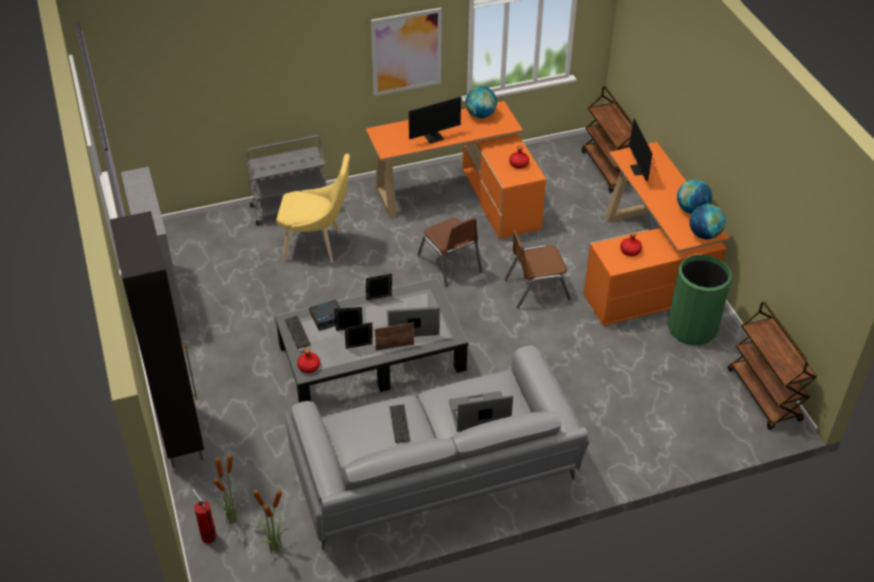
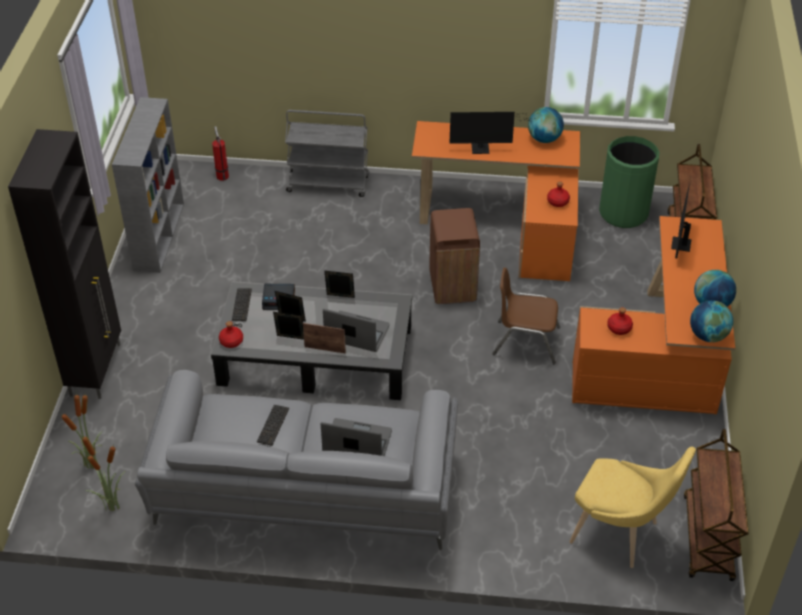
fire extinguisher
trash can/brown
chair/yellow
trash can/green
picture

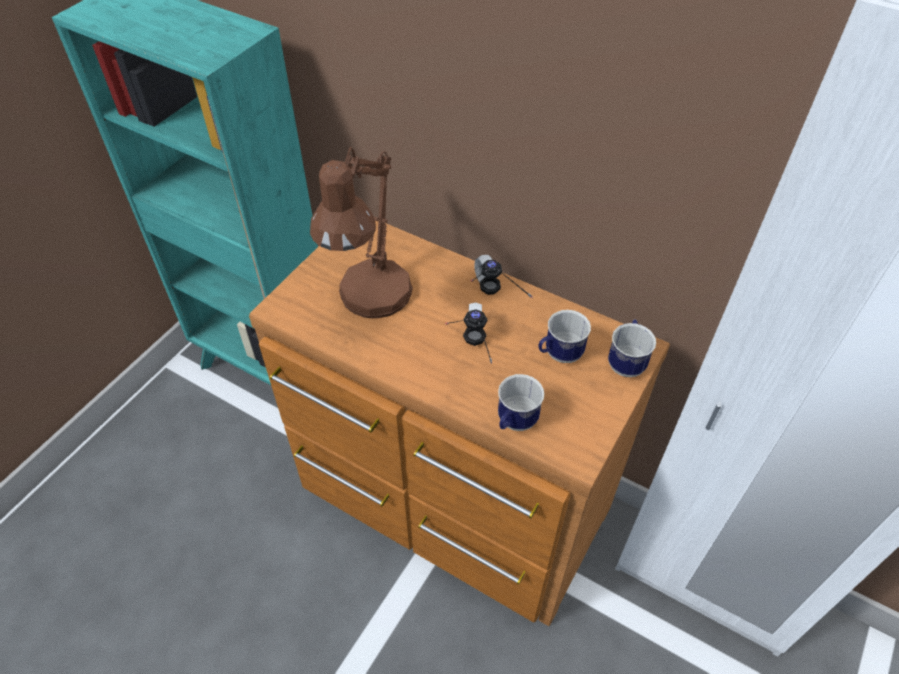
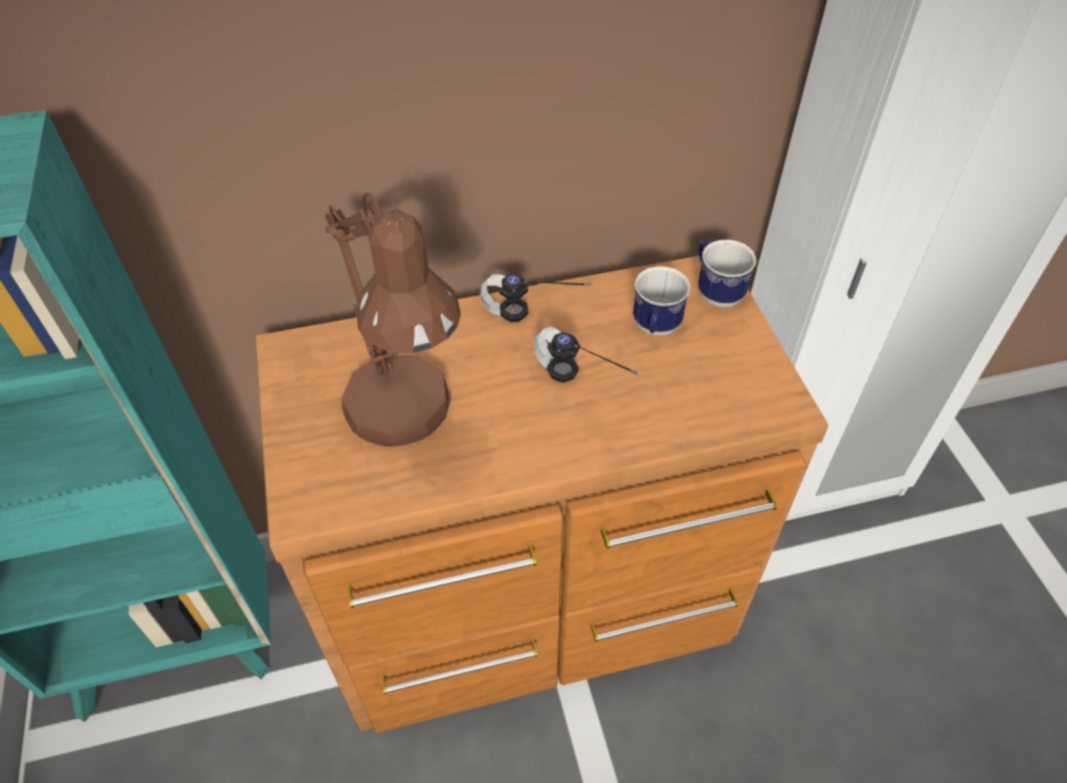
mug (no. 1 from left in the first image)

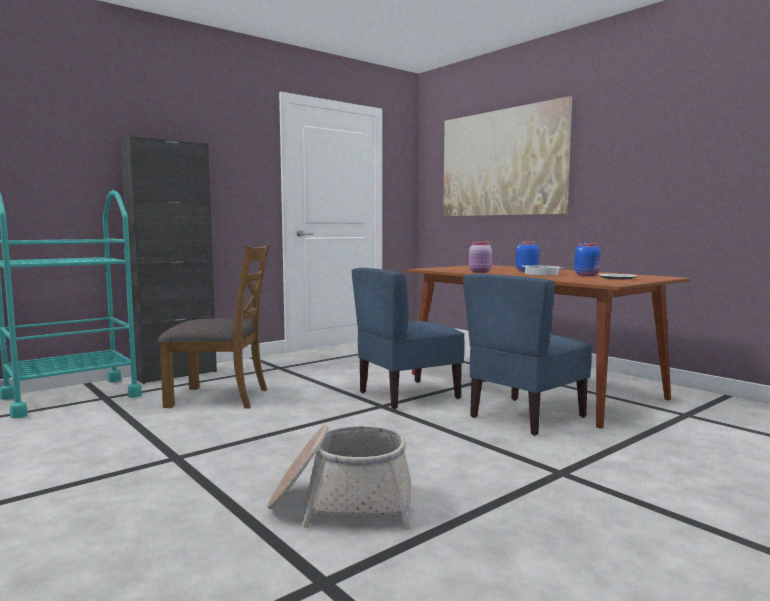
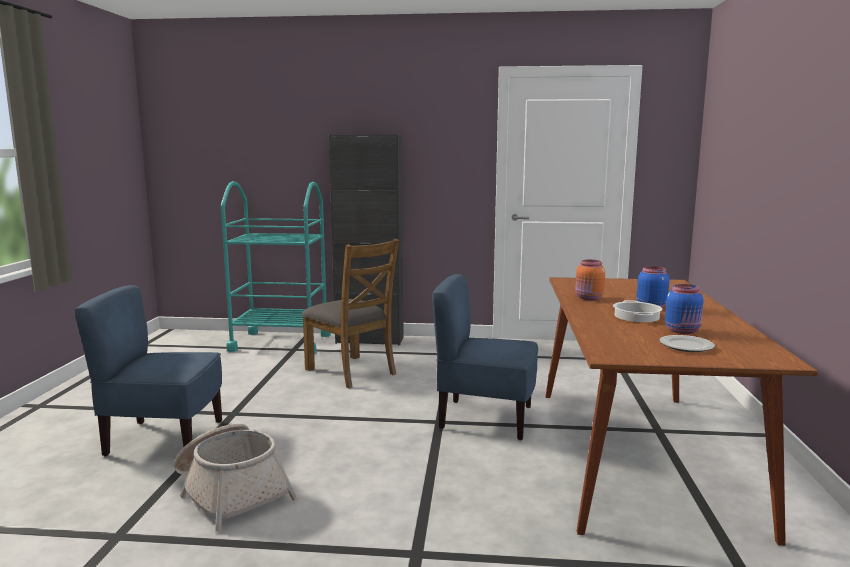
chair/blue (no. 1 from left)
jar/orange
picture

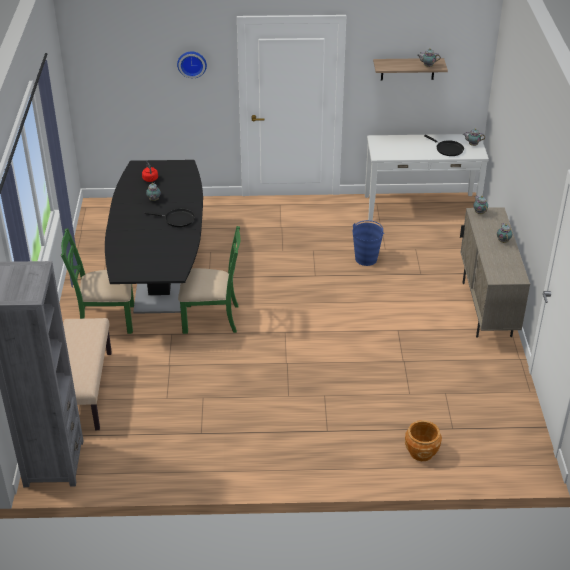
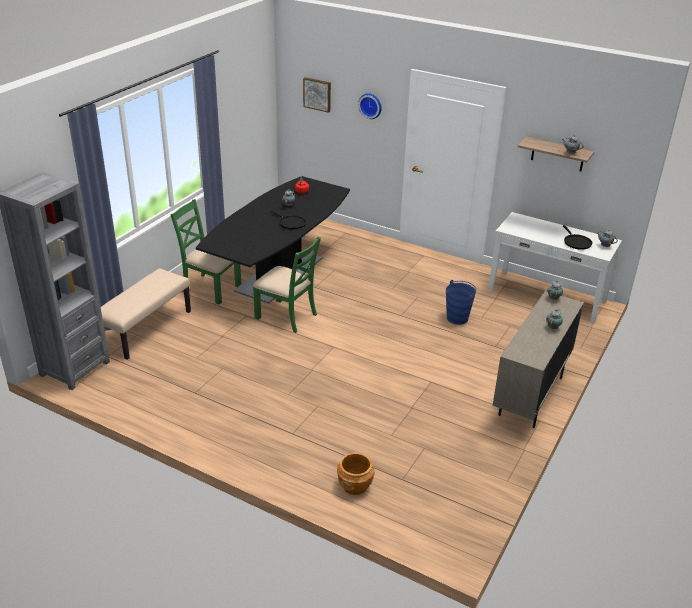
picture

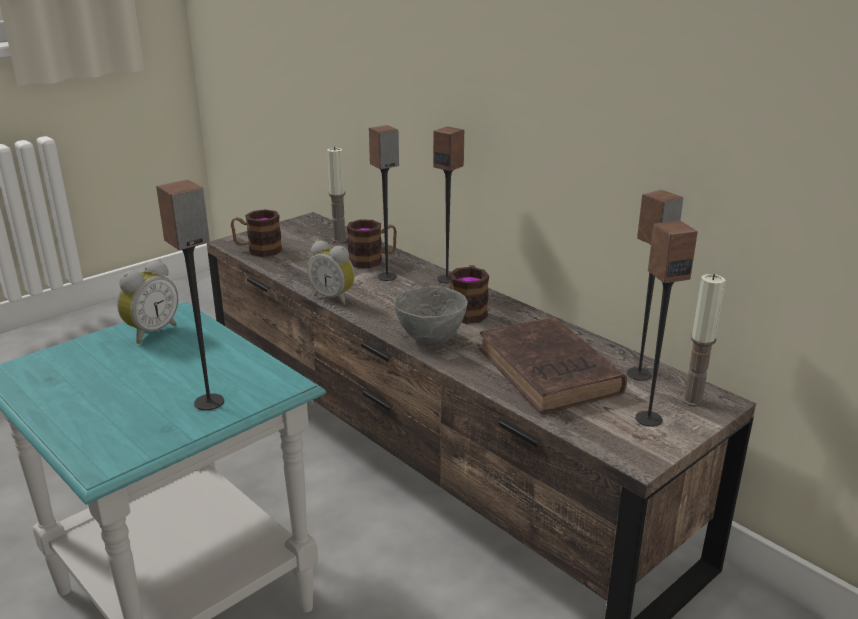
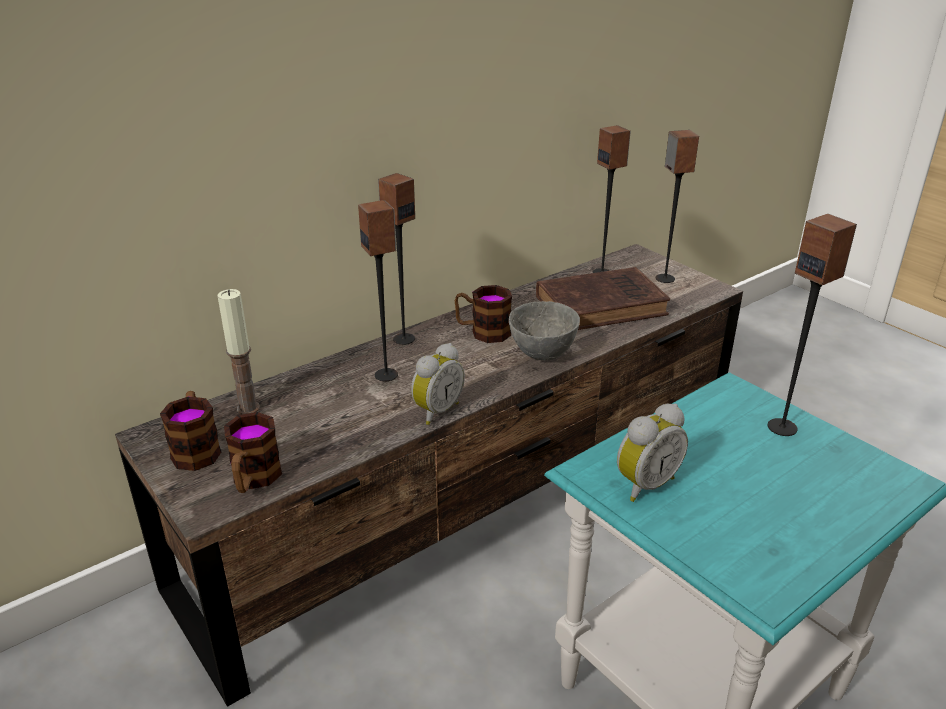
mug (no. 1 from left)
alarm clock (no. 2 from left)
candle (no. 2 from left in the first image)

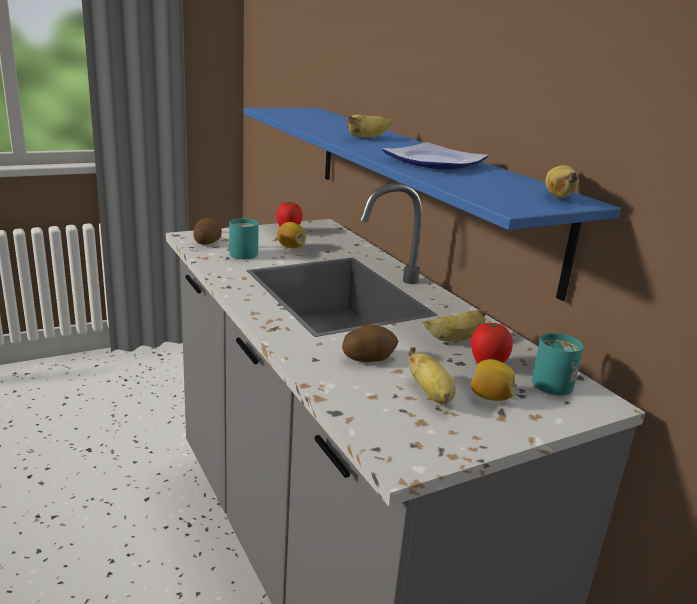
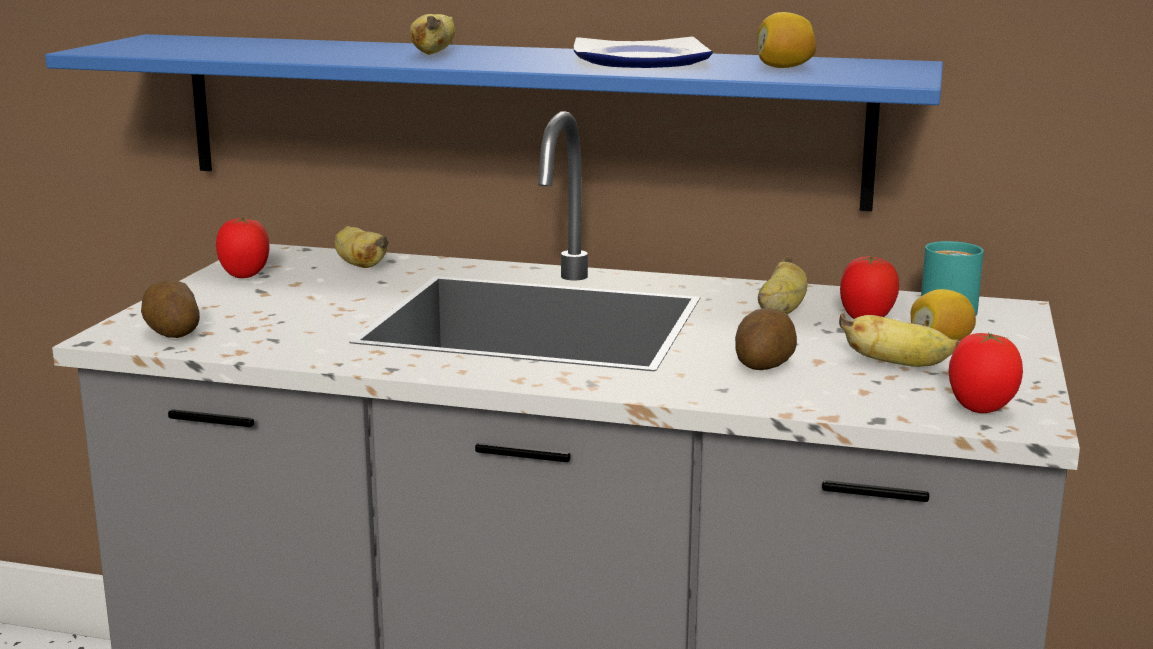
banana (no. 1 from left)
lemon (no. 1 from left)
tomato (no. 3 from left)
mug/turquoise (no. 1 from left in the first image)

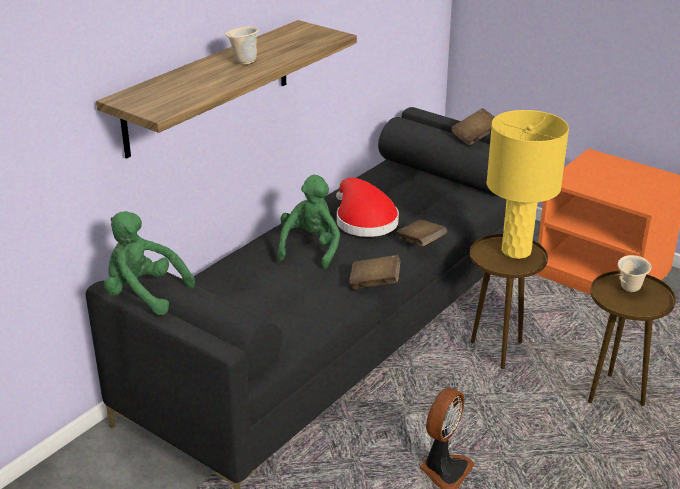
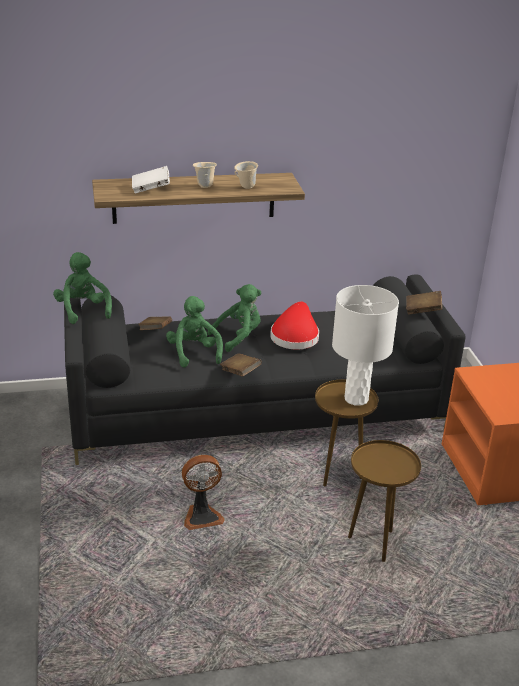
book/white
book/brown (no. 1 from left)
plush toy/green (no. 2 from left)
mug/beige (no. 2 from left)
table lamp/white

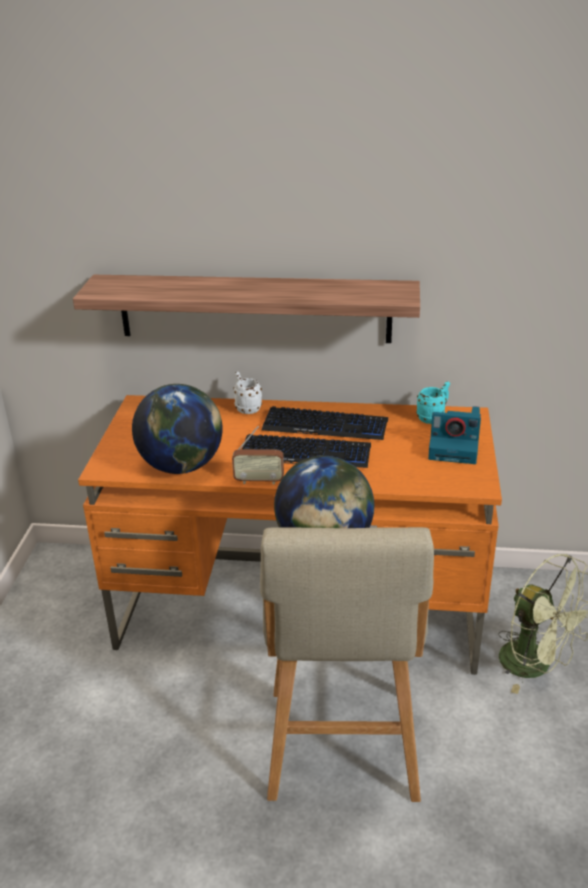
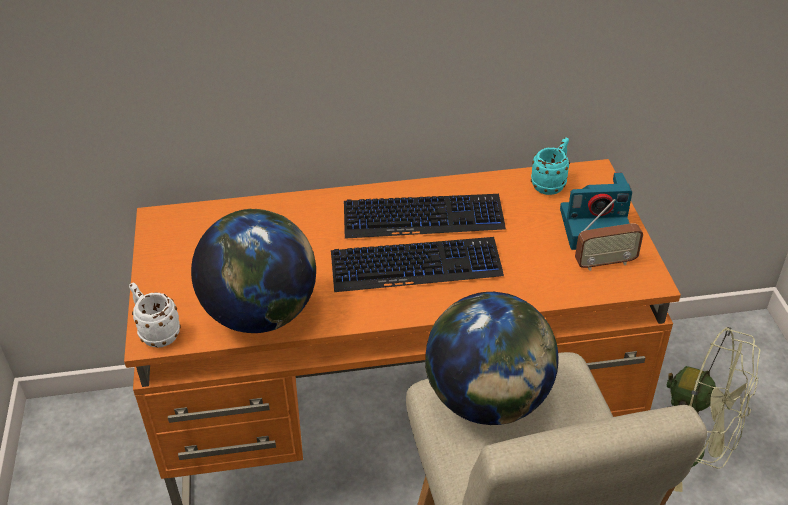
mug/white
radio
shelf

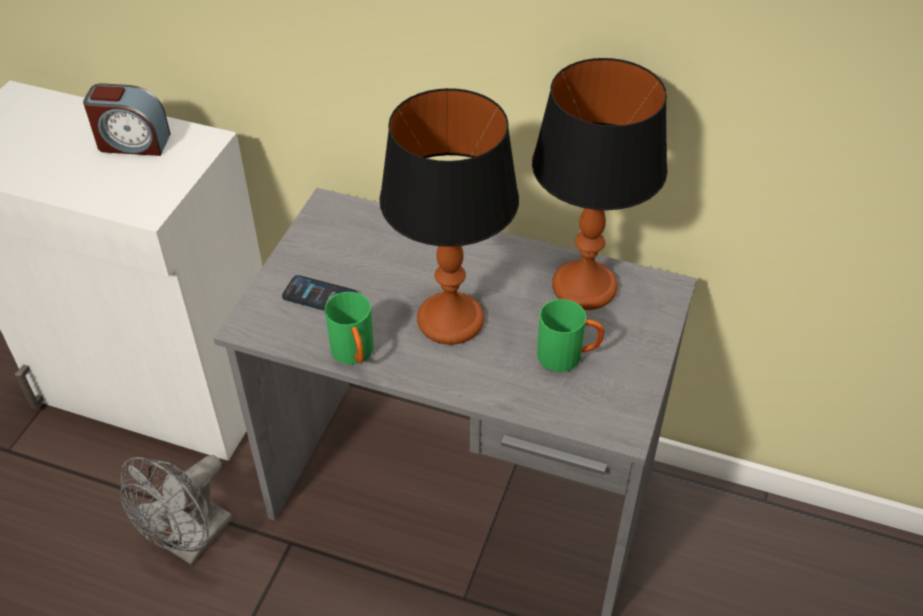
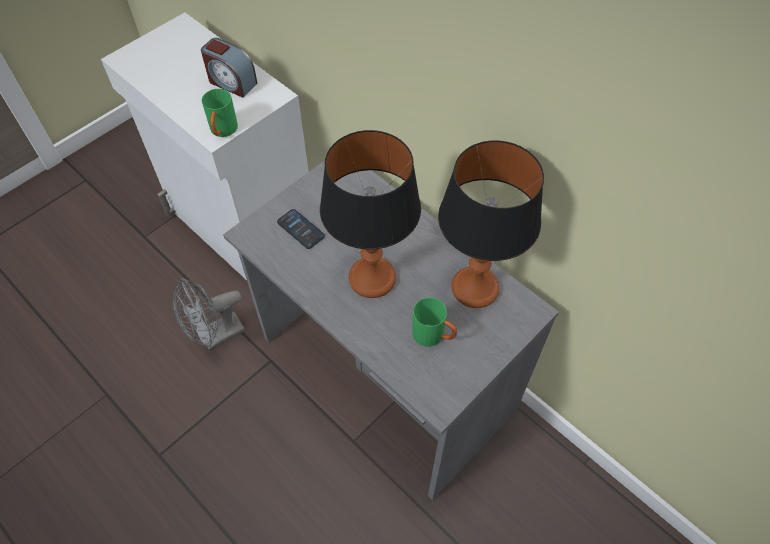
mug/green (no. 1 from left)

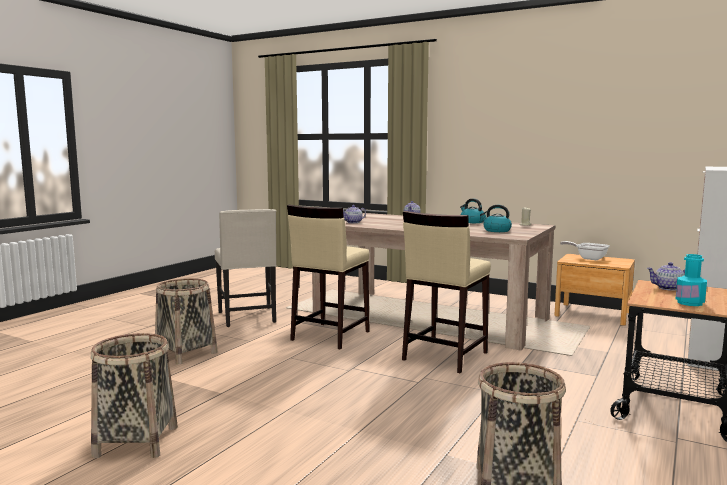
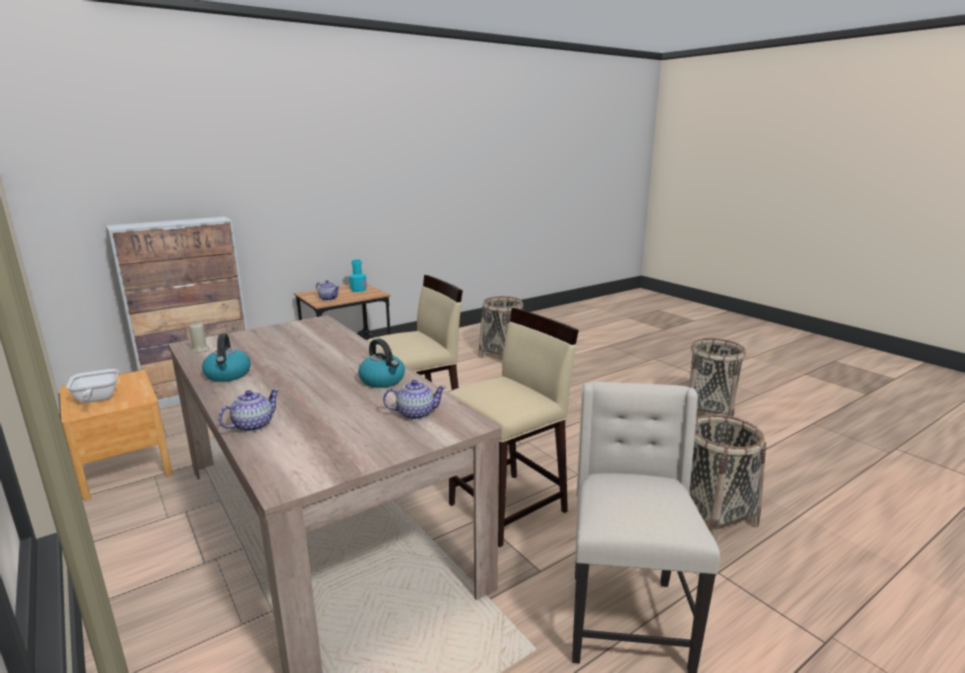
kettle (no. 2 from left)

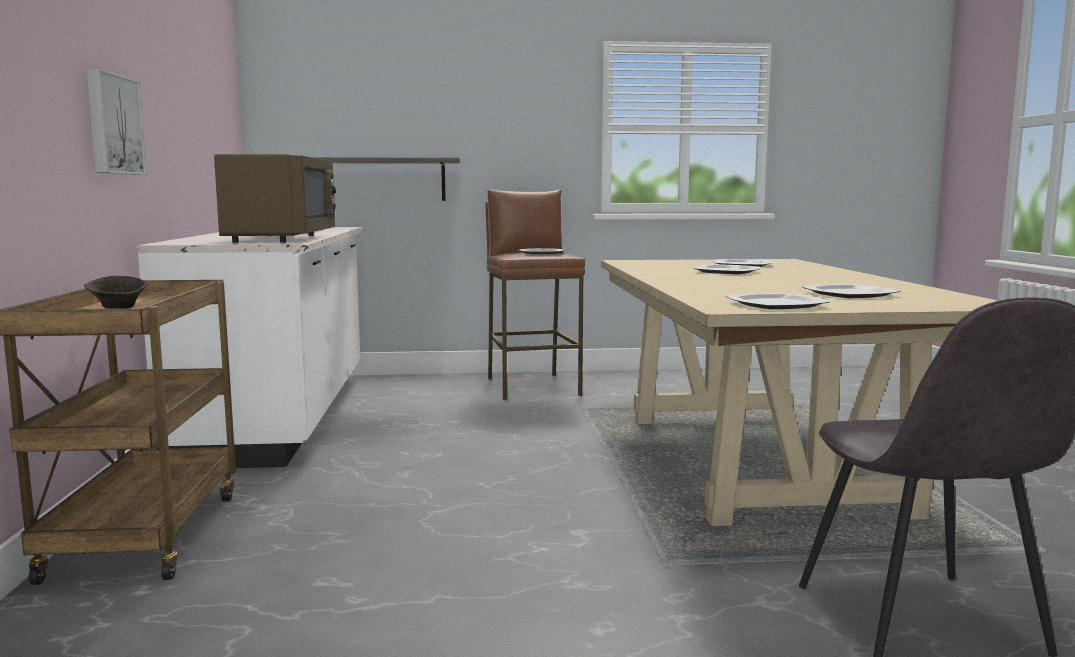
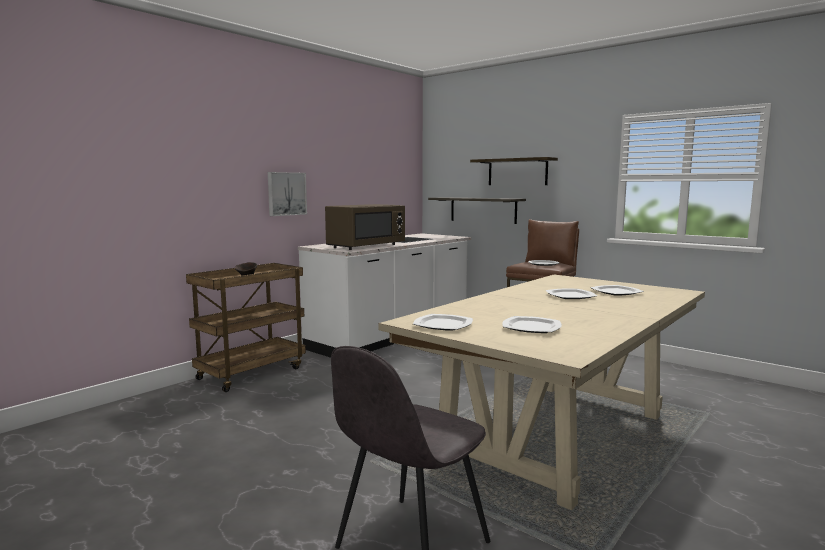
shelf (no. 2 from left)

